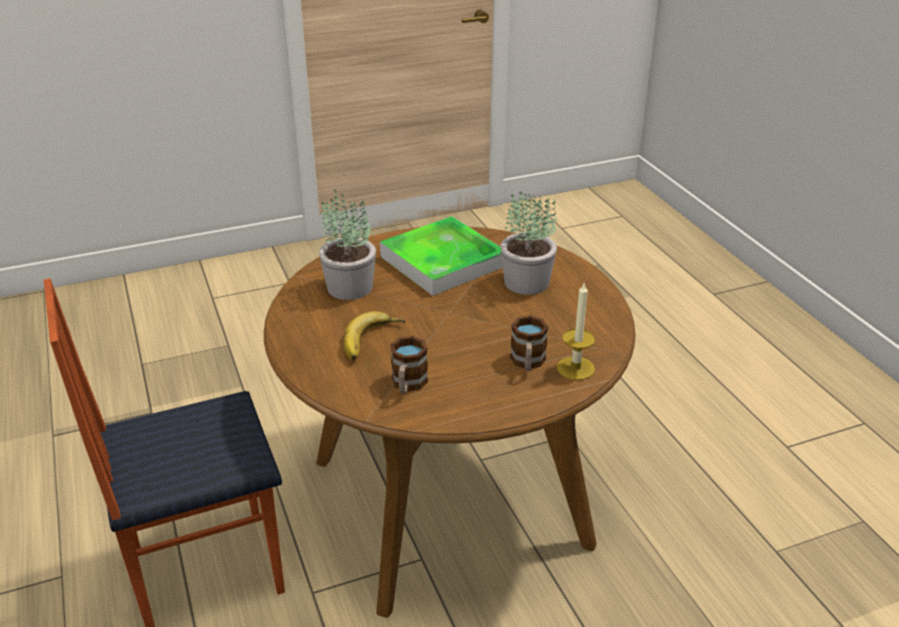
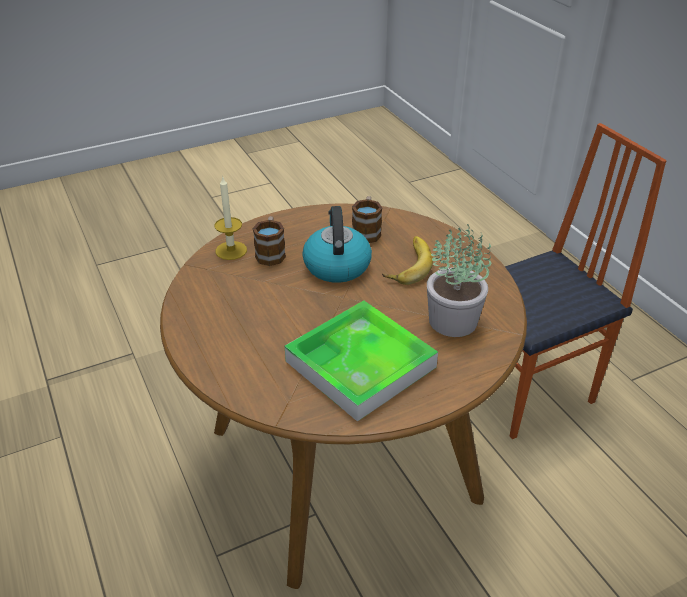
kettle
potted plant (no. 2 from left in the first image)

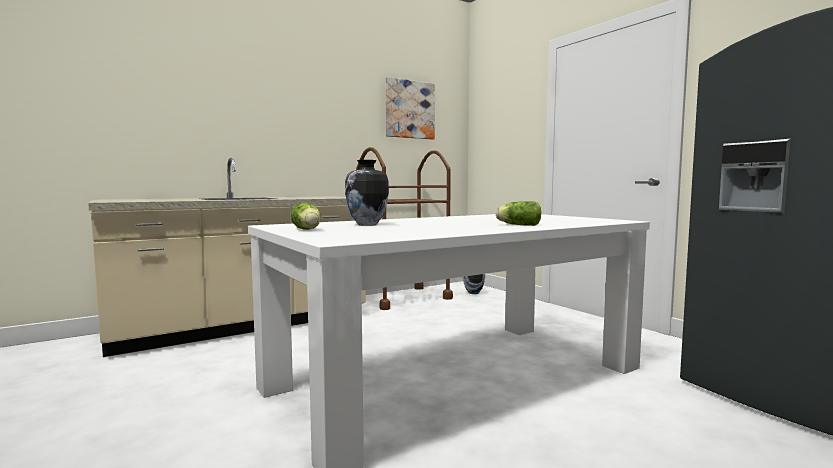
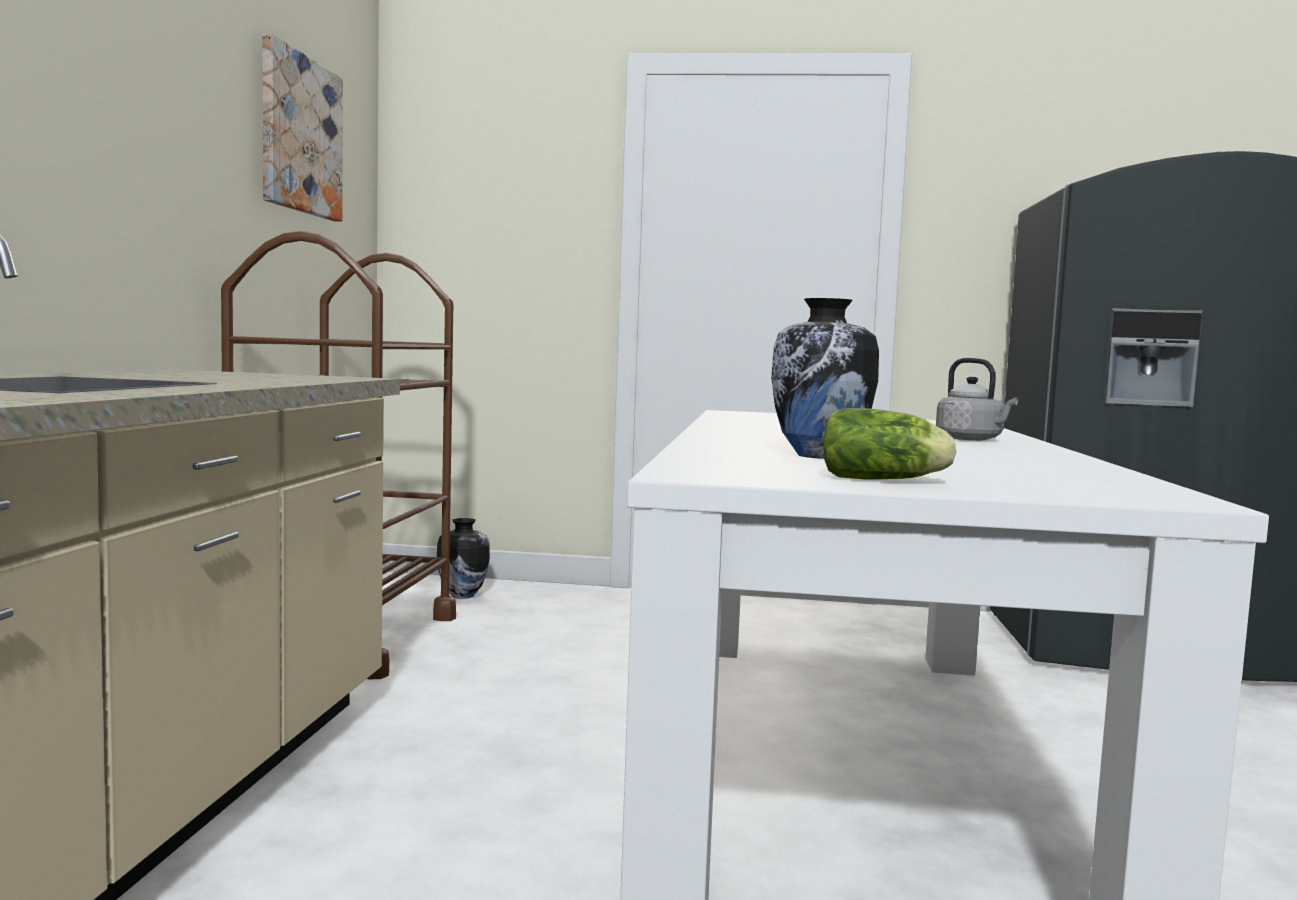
kettle/grey

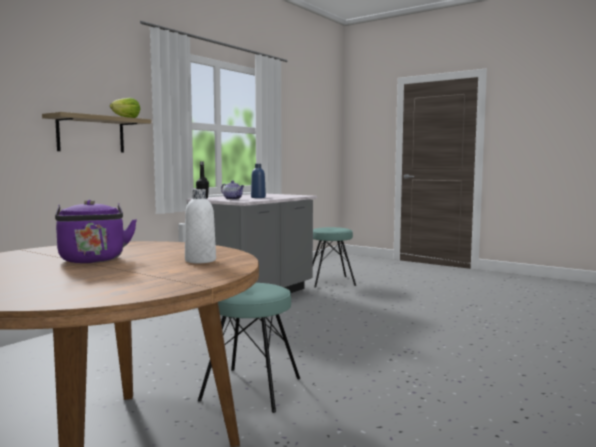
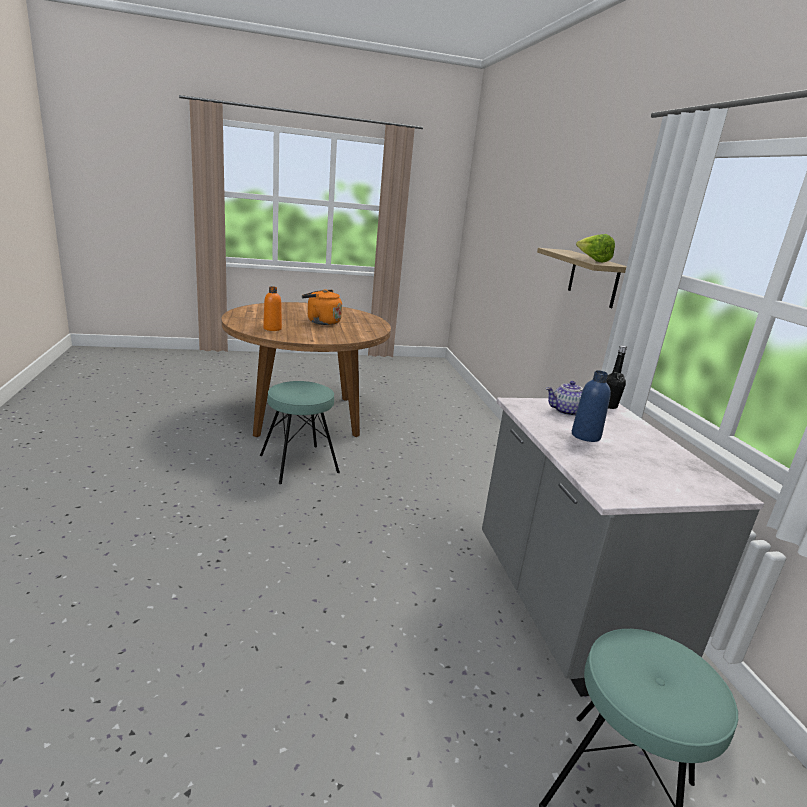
bottle/orange
kettle/orange

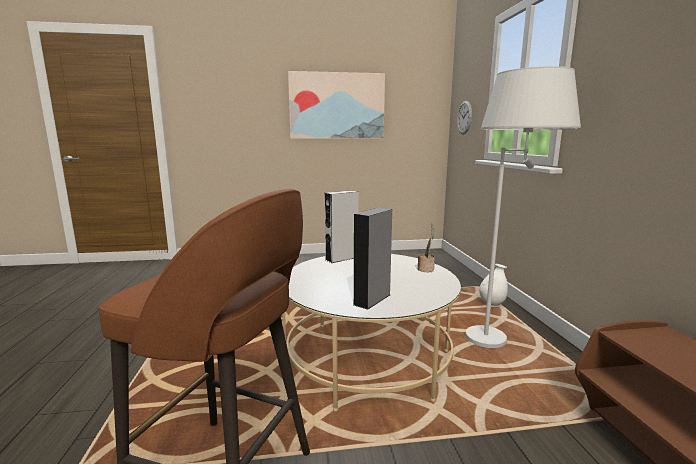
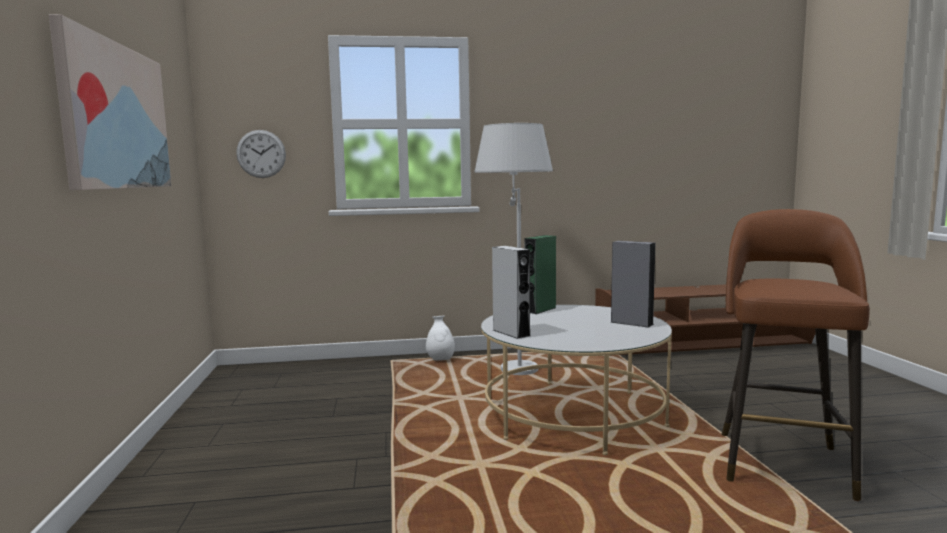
speaker/green

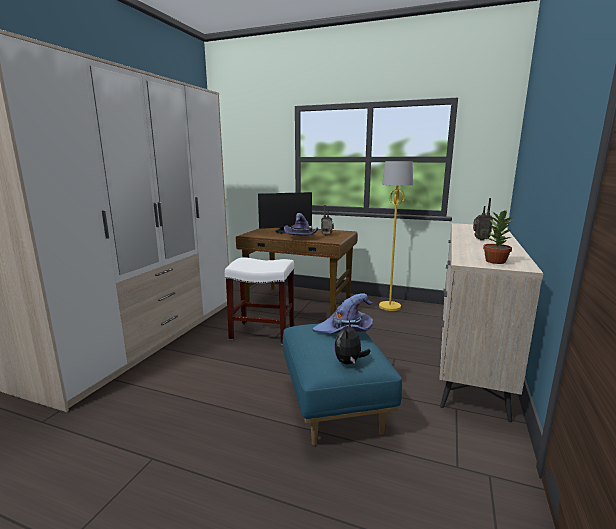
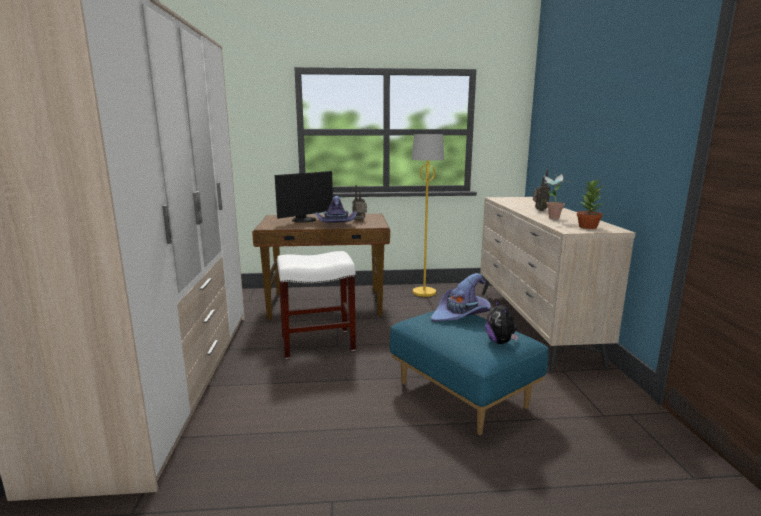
potted plant (no. 1 from left)

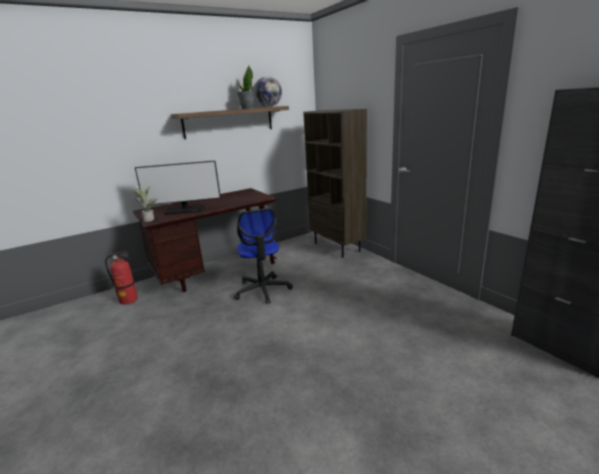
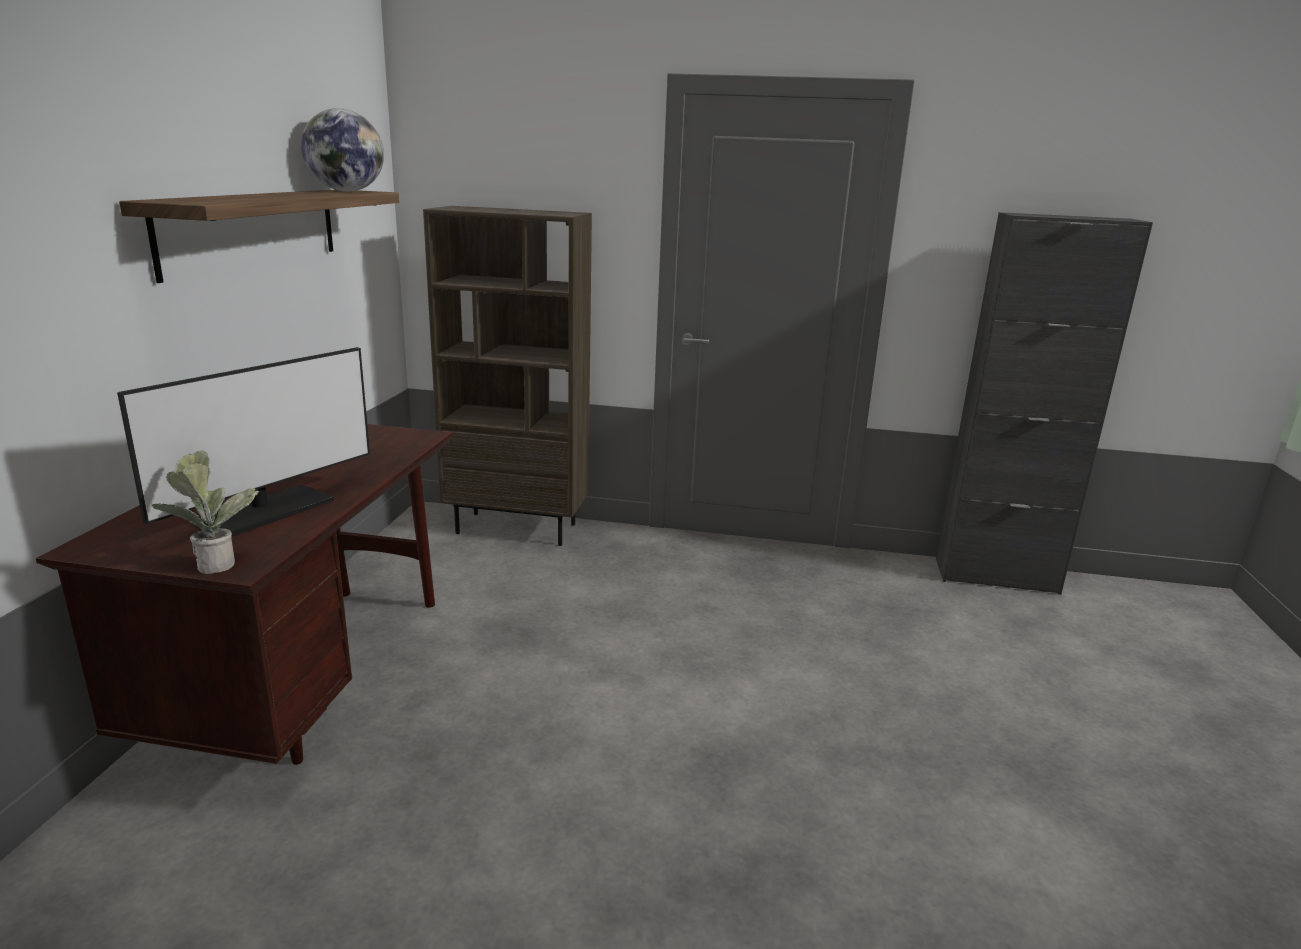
fire extinguisher
office chair
potted plant (no. 2 from left in the first image)

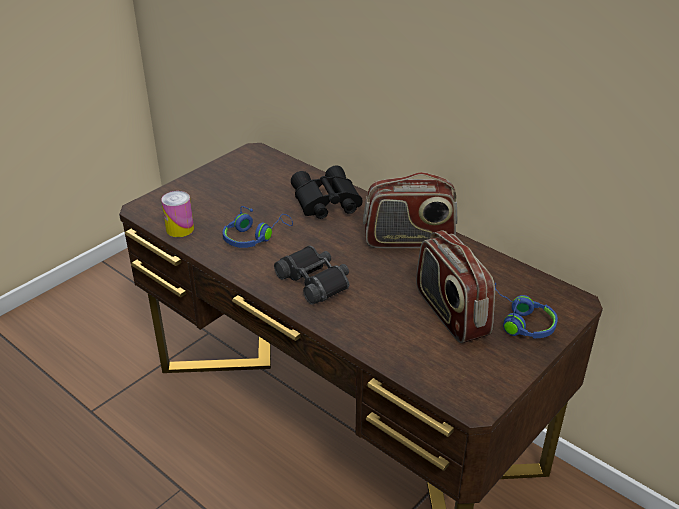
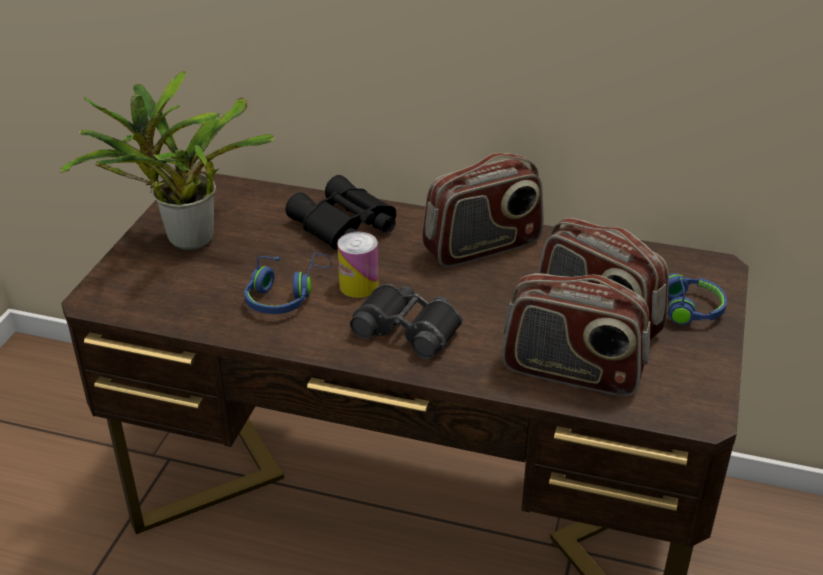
potted plant
can
radio (no. 2 from left)

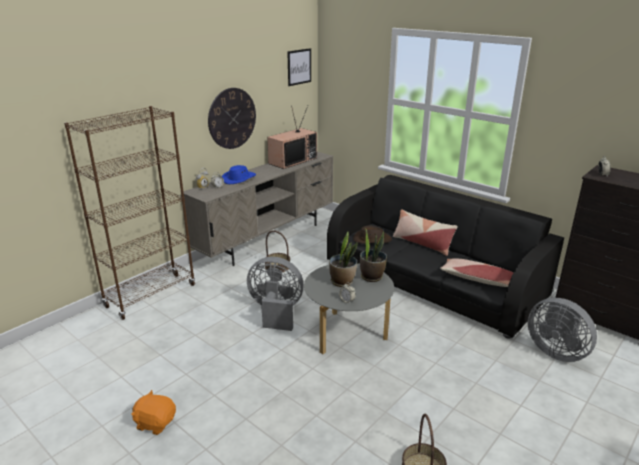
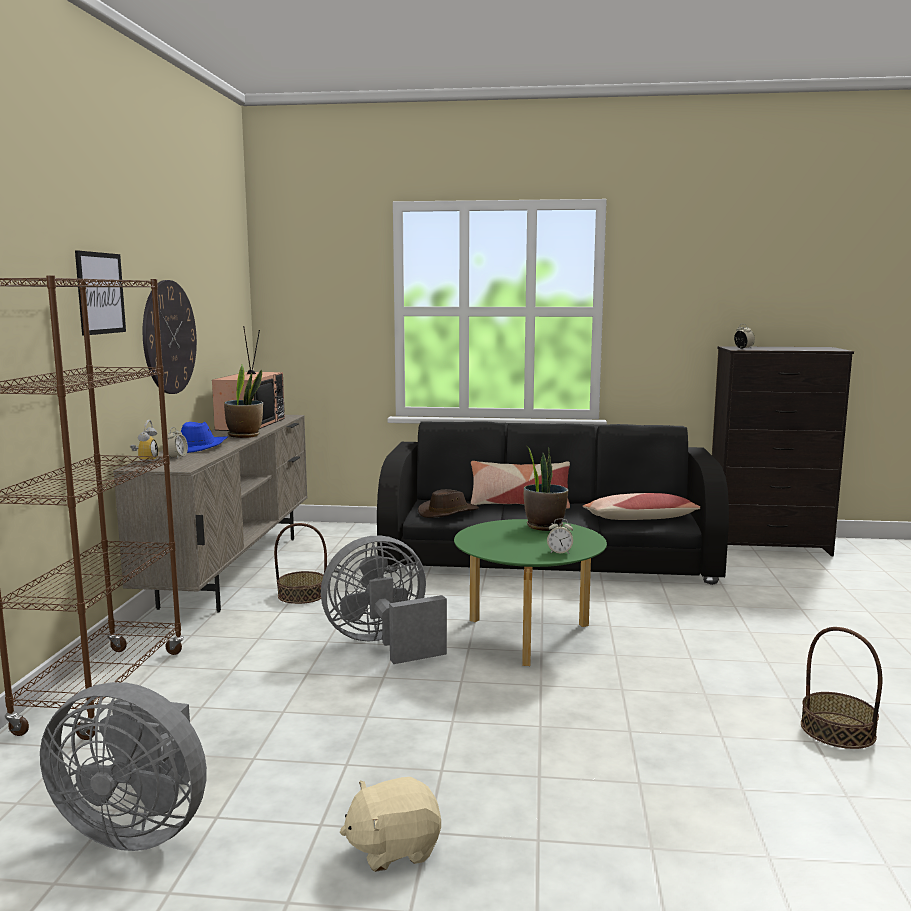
fan/grey (no. 1 from left)
picture
potted plant (no. 1 from left)
plush toy/beige
coffee table/green

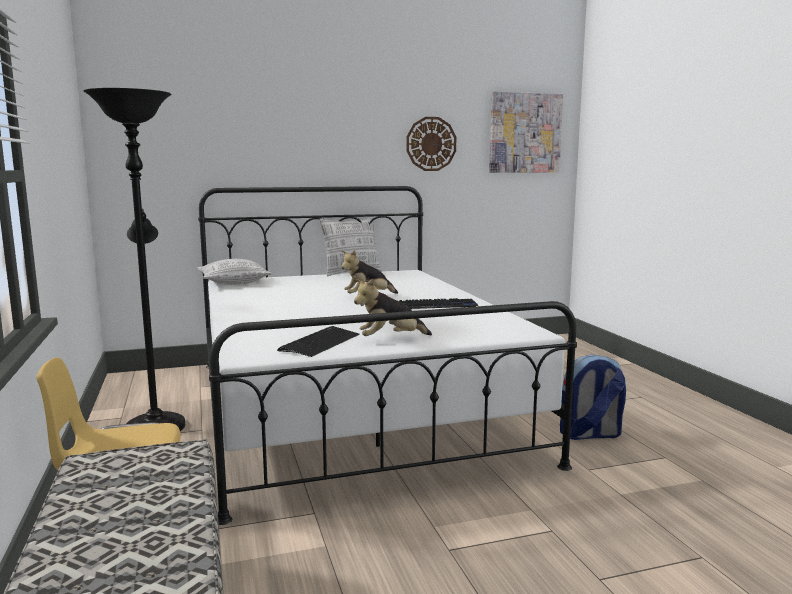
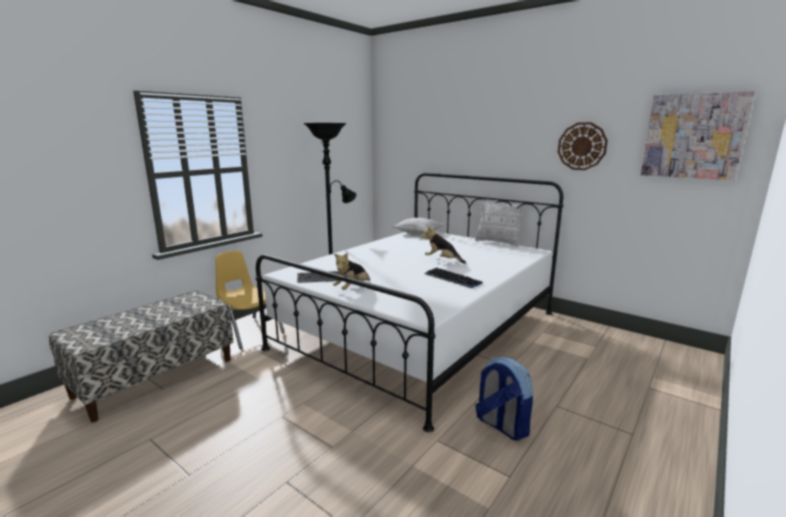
plush toy (no. 1 from left)

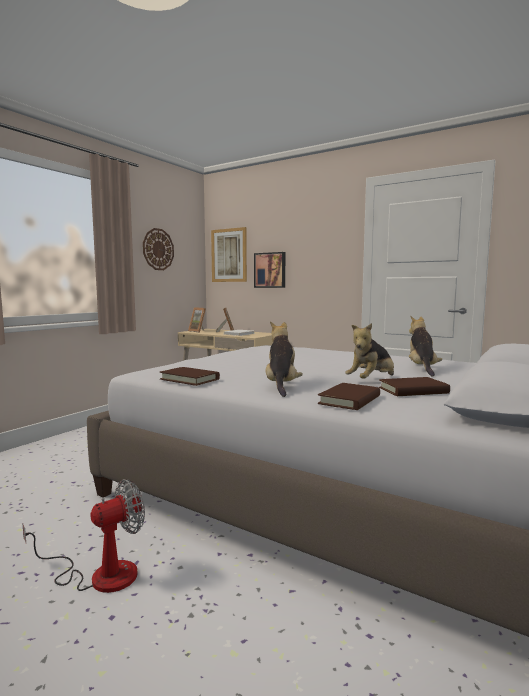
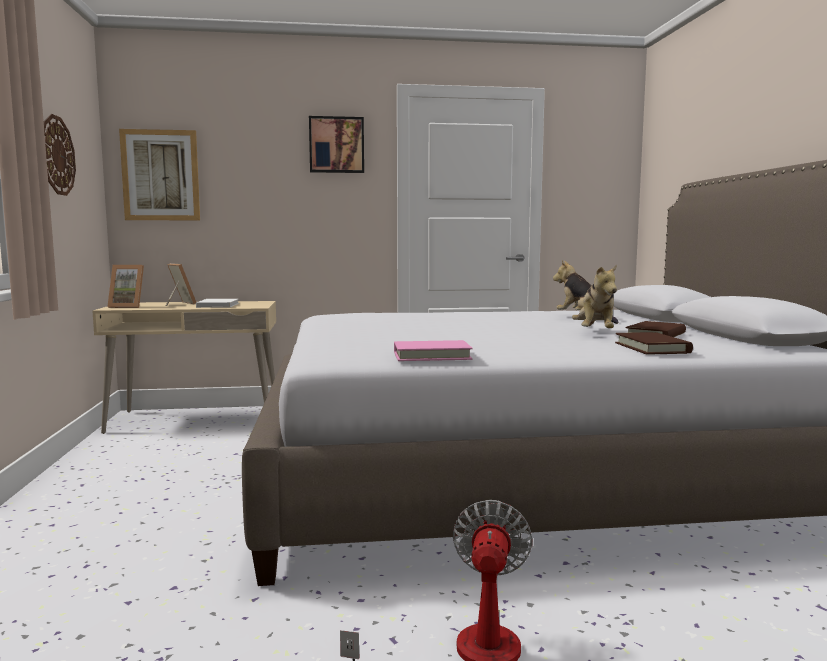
picture (no. 2 from left)
book/pink
plush toy (no. 1 from left in the first image)

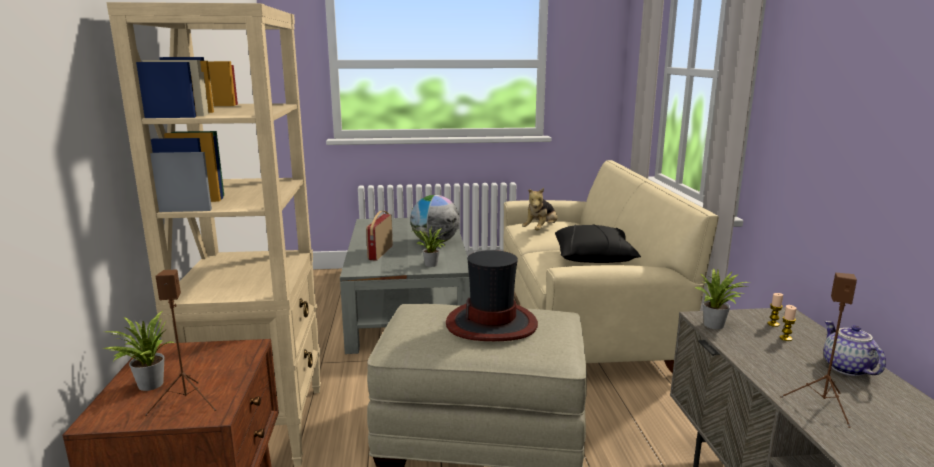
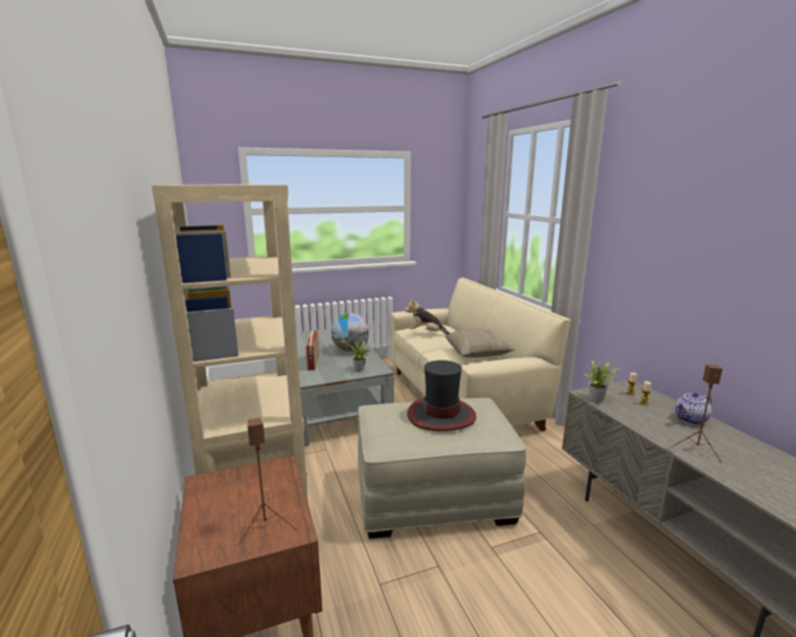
plush toy
pillow/beige
teapot
potted plant (no. 1 from left in the first image)

